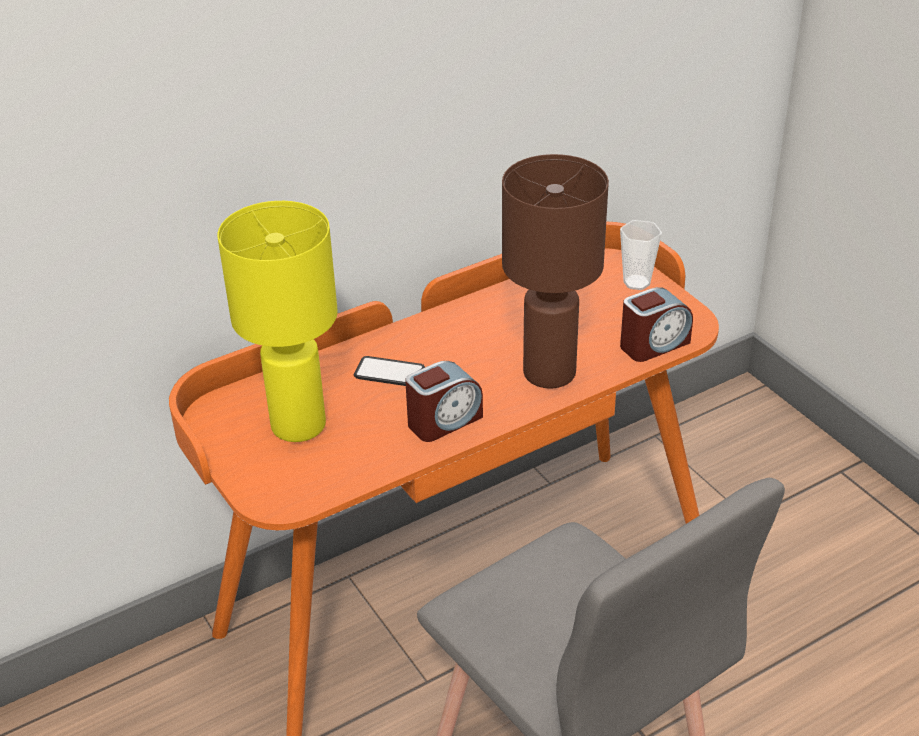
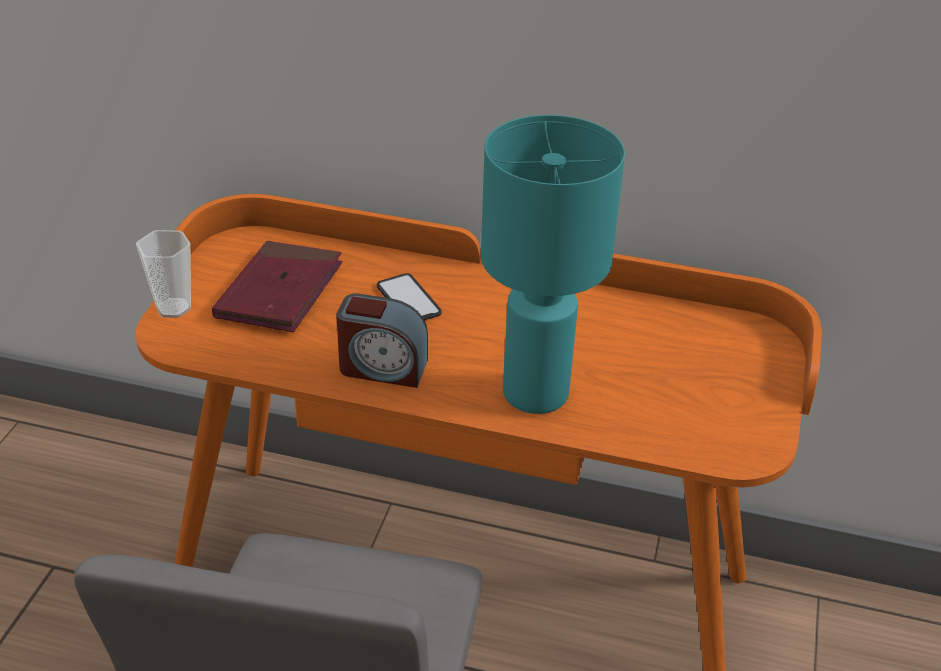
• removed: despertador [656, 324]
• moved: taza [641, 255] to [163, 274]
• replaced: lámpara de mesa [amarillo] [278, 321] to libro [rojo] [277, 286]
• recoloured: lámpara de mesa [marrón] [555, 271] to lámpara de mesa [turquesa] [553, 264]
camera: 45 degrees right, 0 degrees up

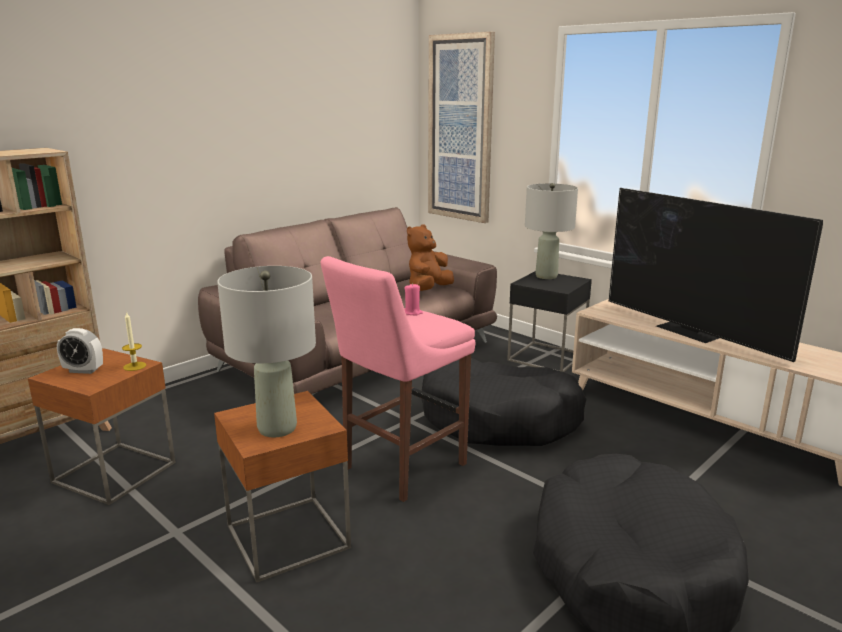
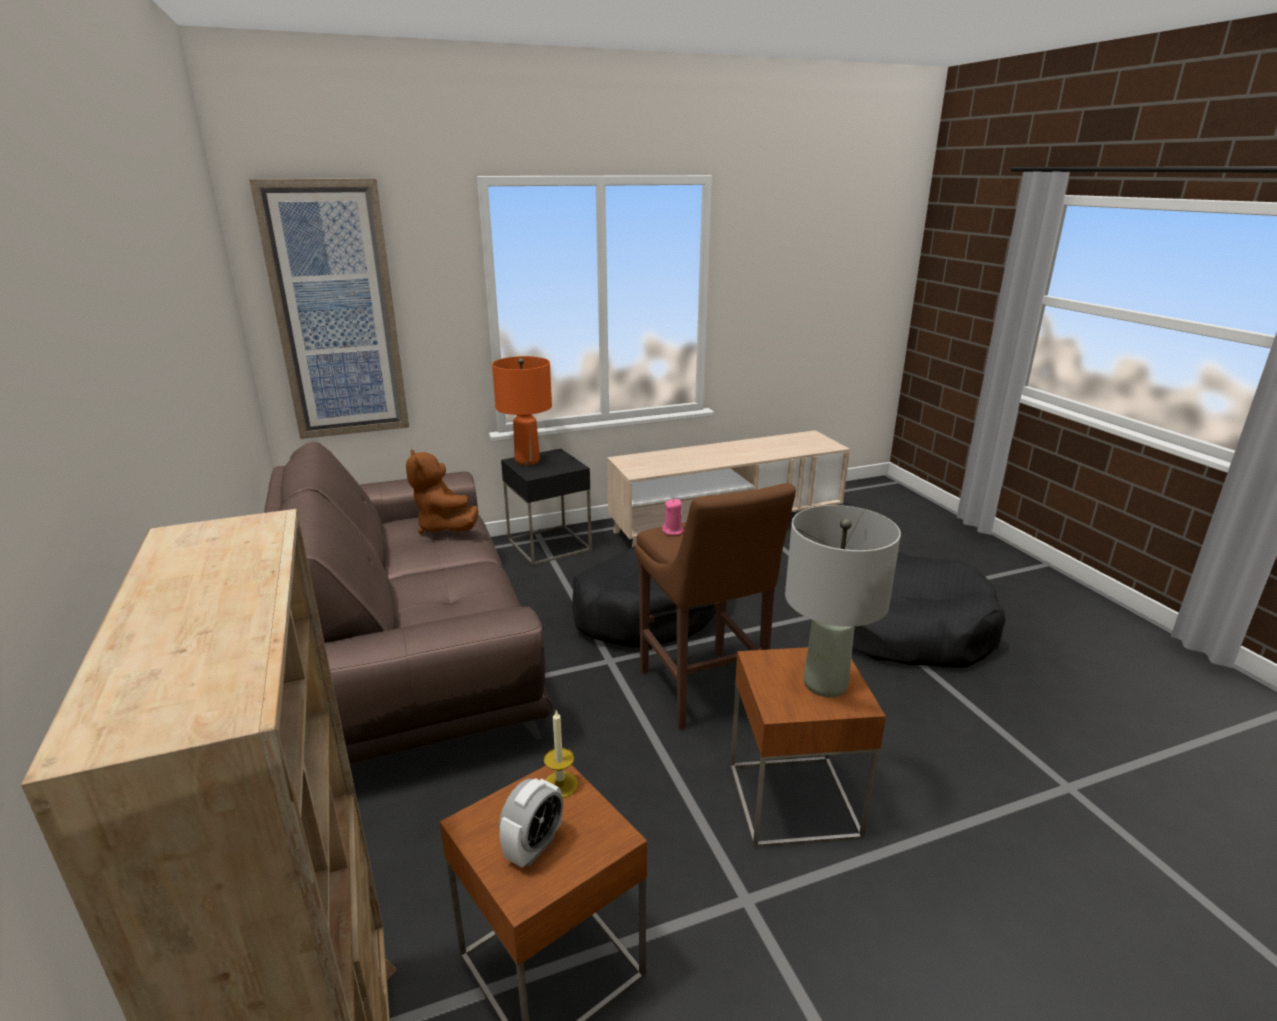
• removed: televisor [716, 275]
• recoloured: taburete [rosa] [398, 379] to taburete [marrón] [715, 606]
• recoloured: lámpara de mesa [gris] [551, 231] to lámpara de mesa [naranja] [522, 411]
camera: 65 degrees left, 5 degrees up

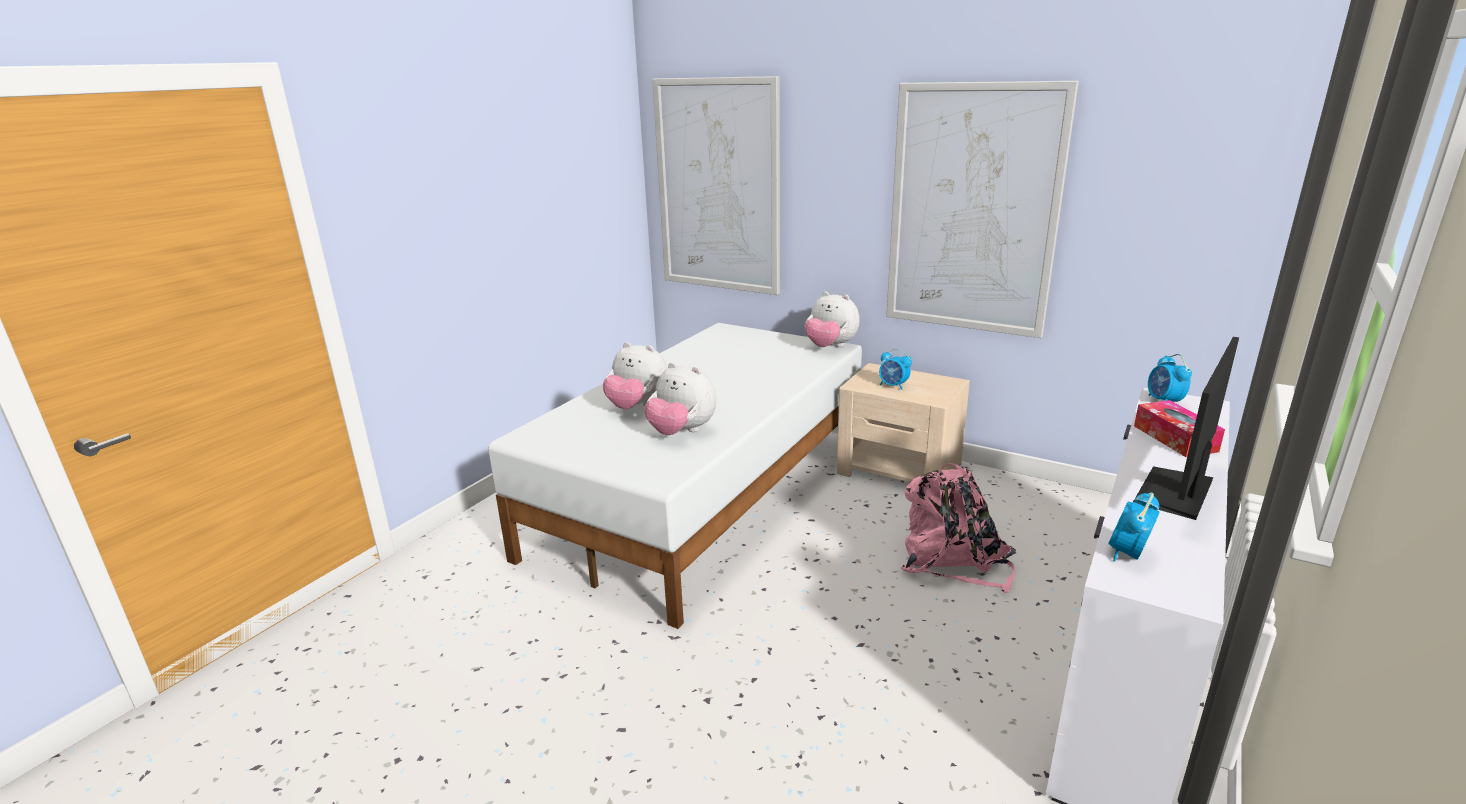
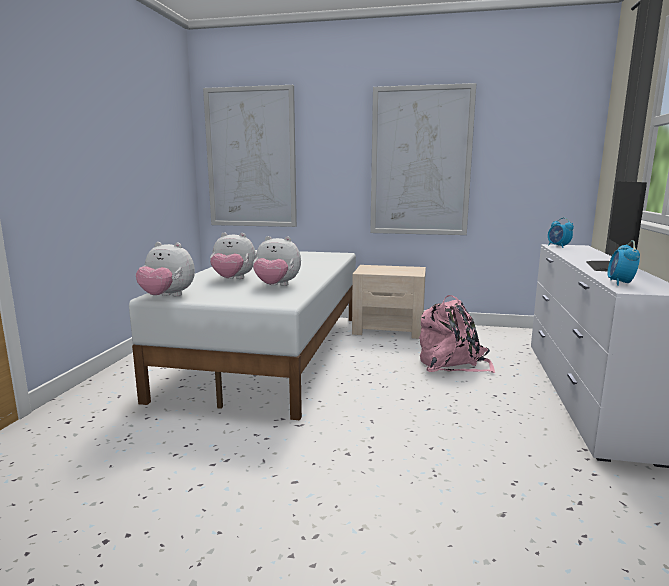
• removed: despertador [895, 369]
• removed: caja de pañuelos [1179, 428]
• moved: peluche [832, 319] to [165, 269]
camera: 20 degrees left, 10 degrees down

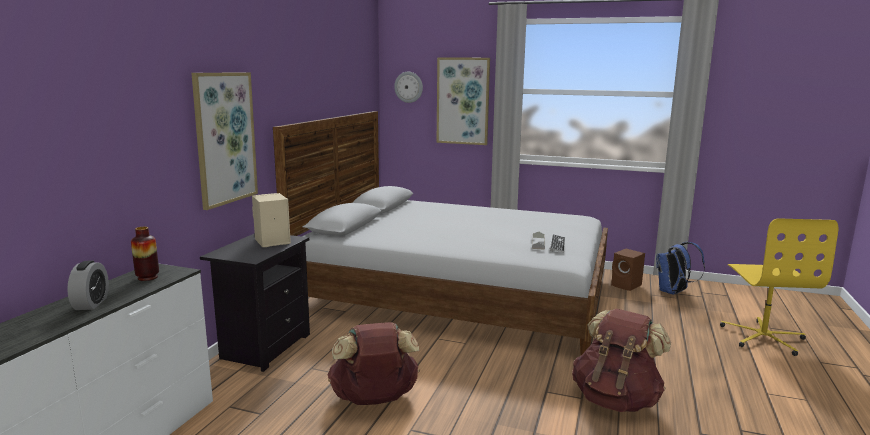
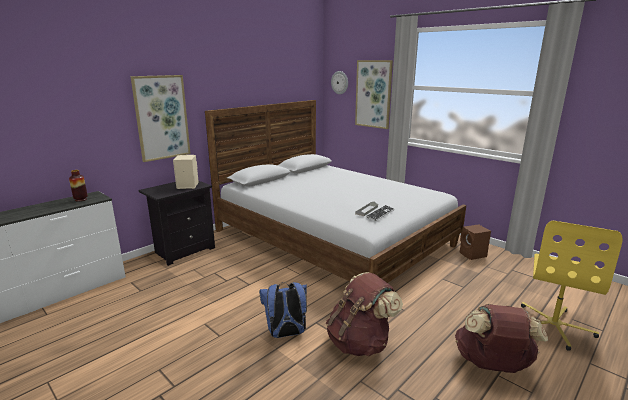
• removed: despertador [88, 285]
• moved: mochila [marrón] [373, 363] to [501, 338]
• moved: mochila [azul] [680, 268] to [283, 310]
camera: 25 degrees right, 5 degrees up

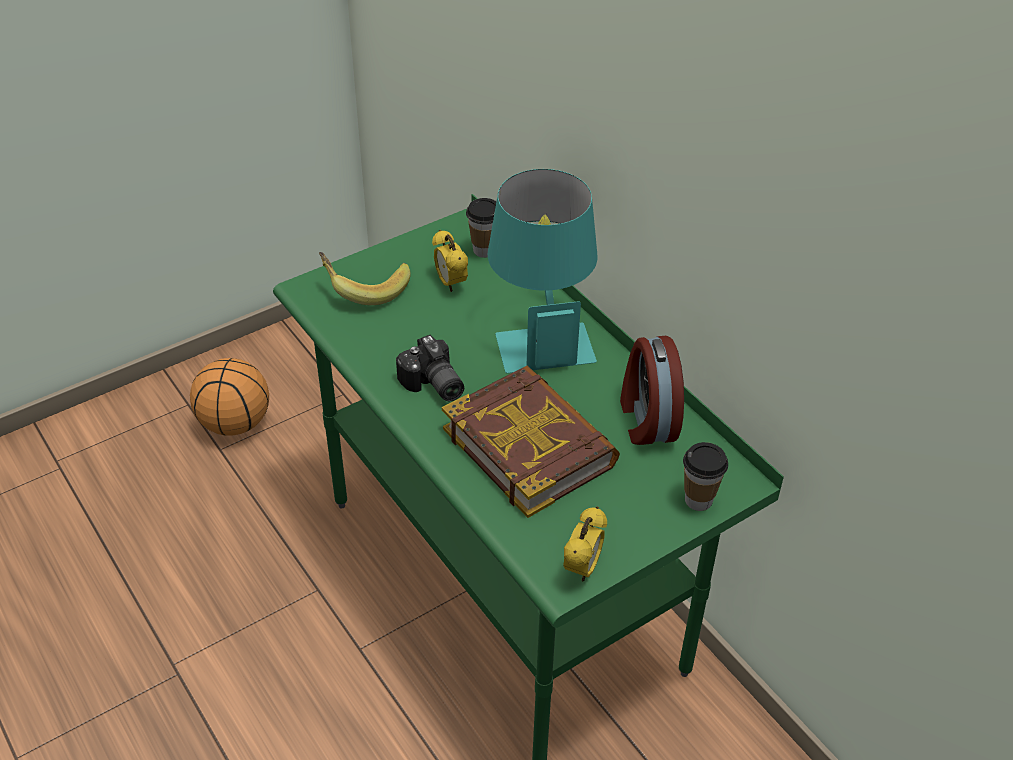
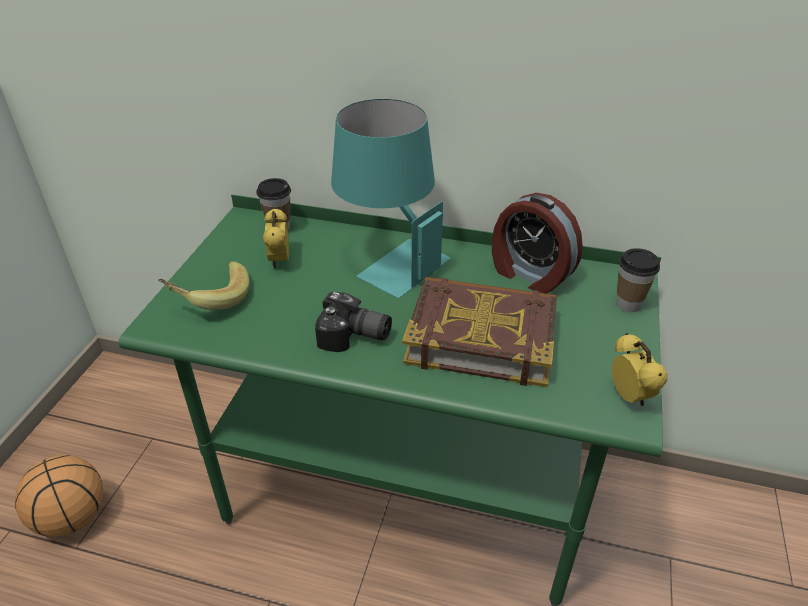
• turned: despertador [450, 261] = [276, 238] 60 degrees clockwise
camera: 40 degrees left, 5 degrees down

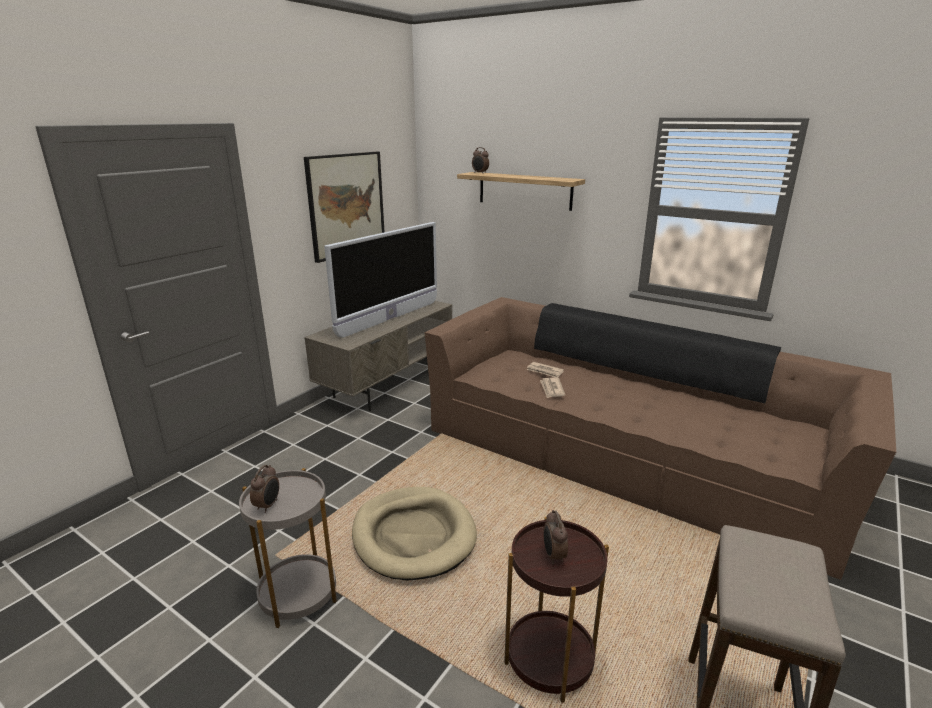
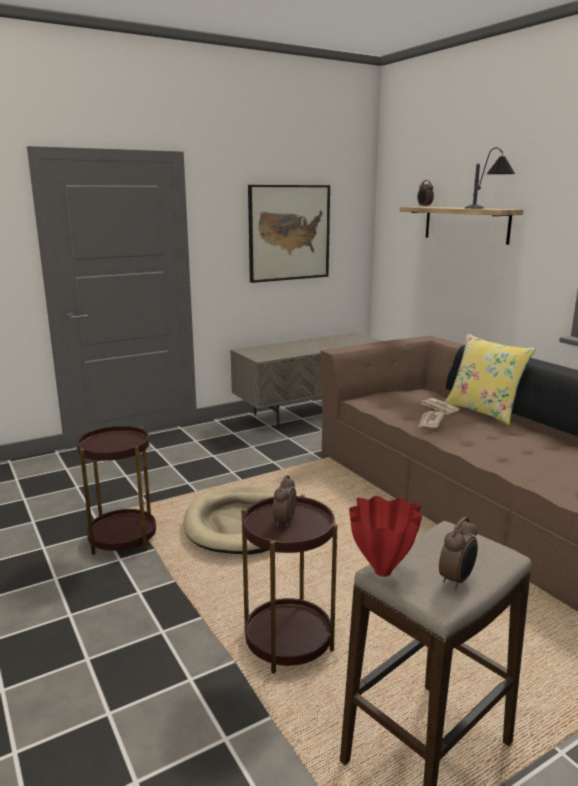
• removed: televisor [380, 280]
• added: florero [rojo] [385, 536]
• added: cojín [amarillo] [490, 379]
• added: lámpara de mesa [490, 178]
• moved: despertador [264, 489] to [458, 553]
• recoloured: mesa auxiliar [gris] [288, 548] to mesa auxiliar [marrón] [116, 490]
camera: 25 degrees right, 5 degrees down

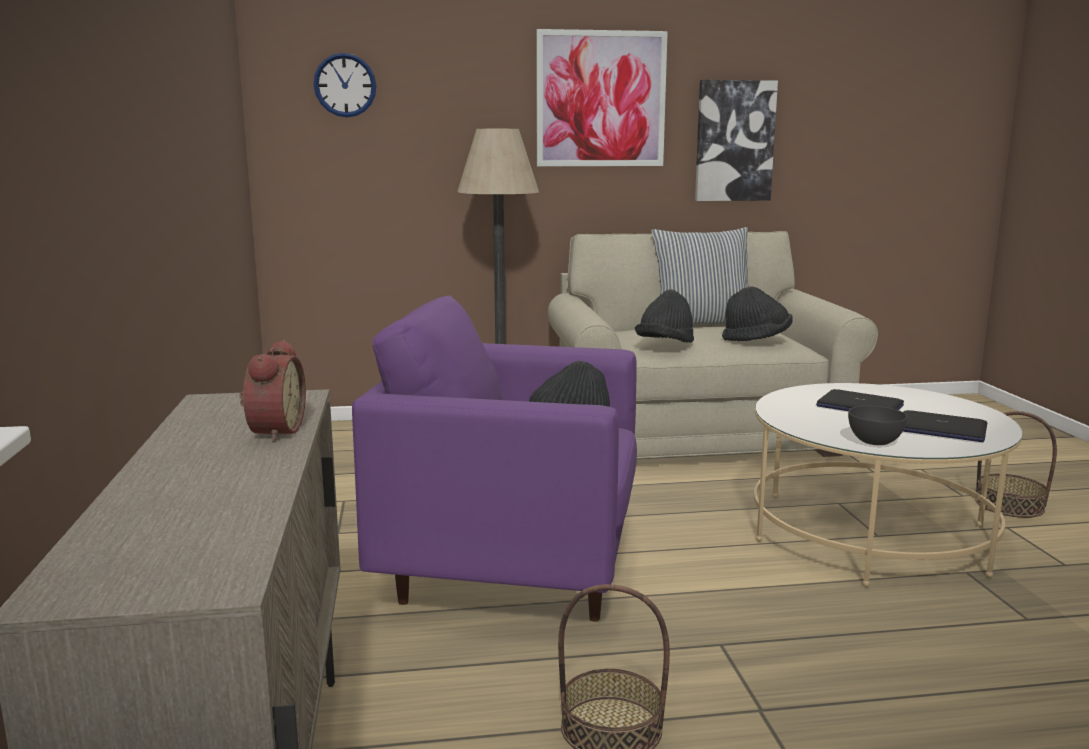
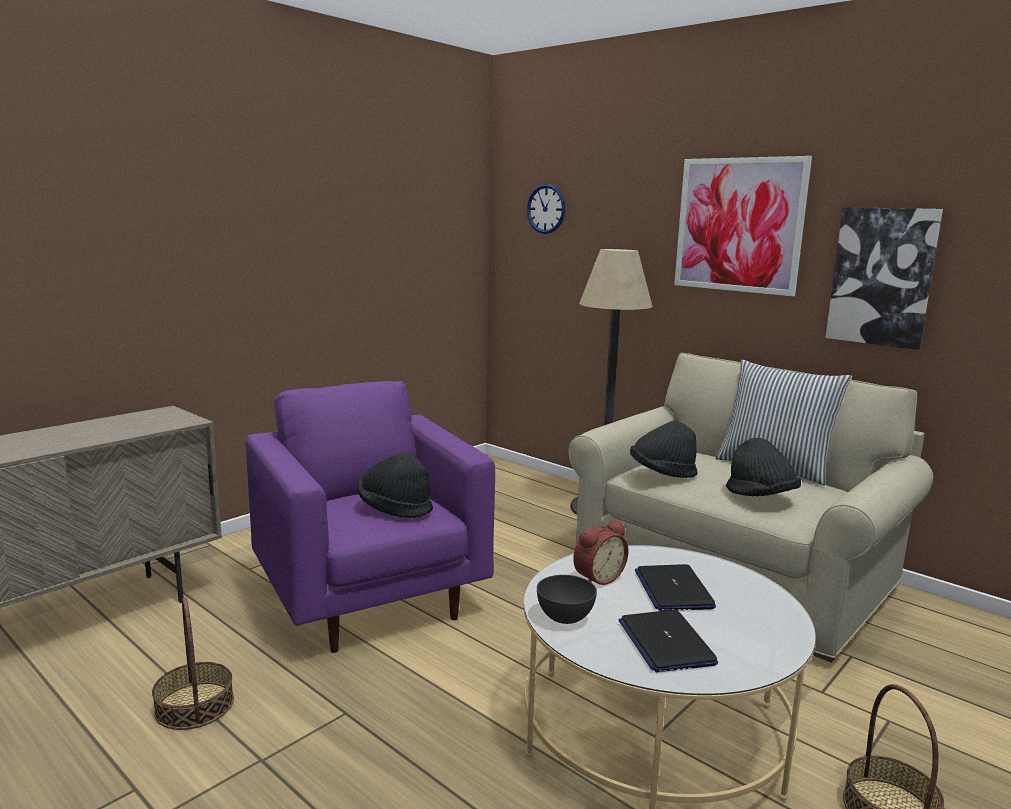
• moved: despertador [272, 391] to [601, 552]
camera: 50 degrees right, 0 degrees up

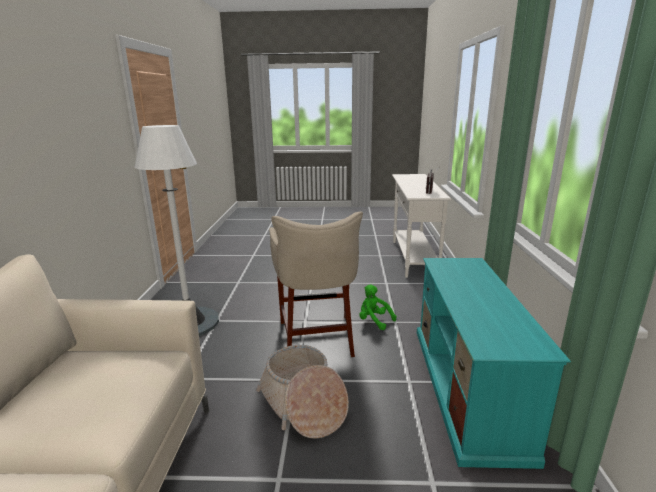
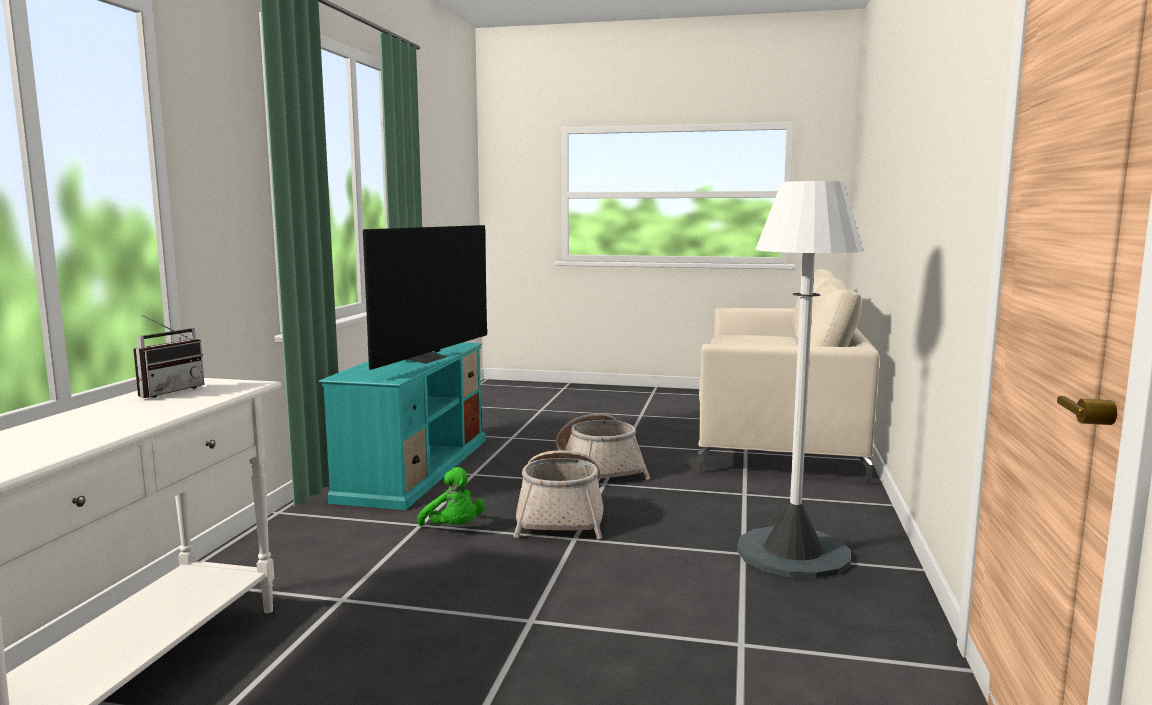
• added: televisor [425, 297]
• replaced: taburete [beis] [316, 284] to cesta [558, 494]
camera: 170 degrees left, 10 degrees down

